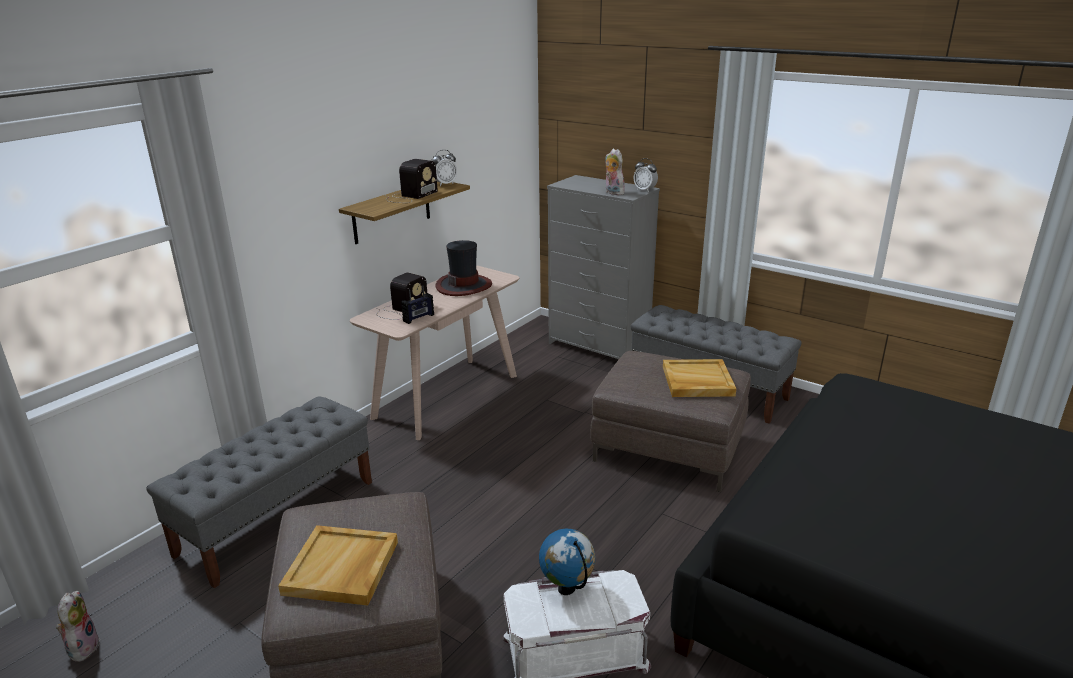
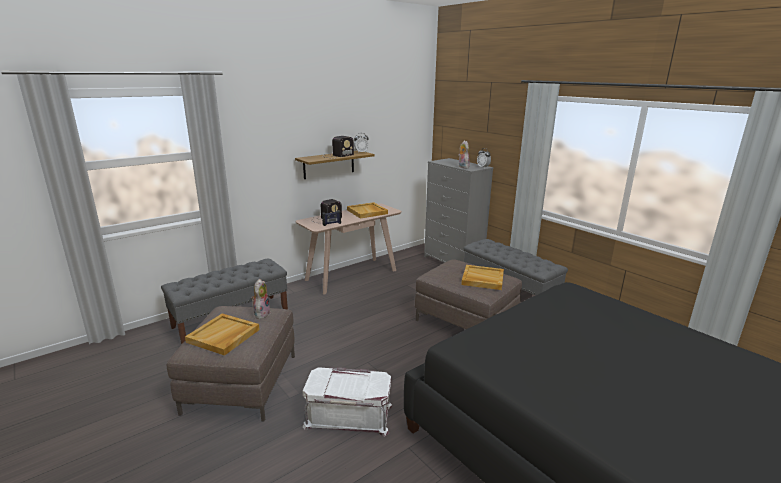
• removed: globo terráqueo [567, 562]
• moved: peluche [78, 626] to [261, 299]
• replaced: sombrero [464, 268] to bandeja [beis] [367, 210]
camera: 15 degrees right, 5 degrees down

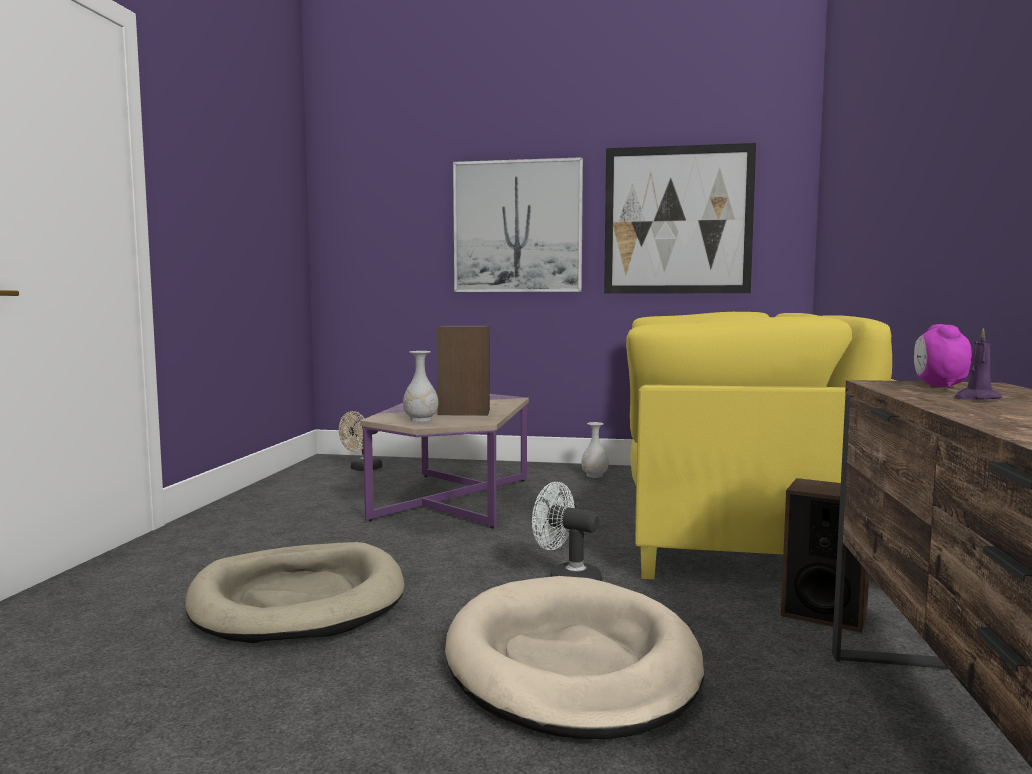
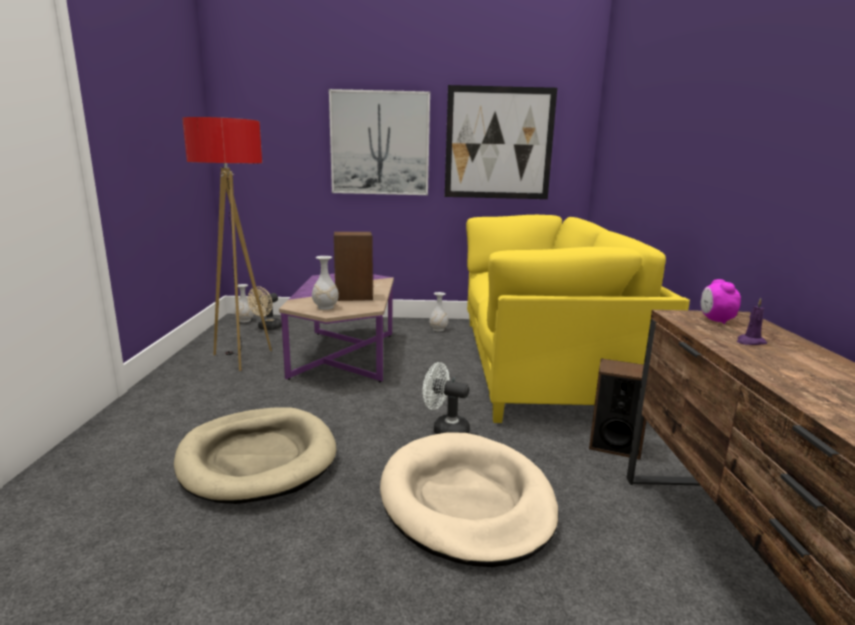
• added: lámpara de pie [227, 244]
• added: florero [blanco] [244, 303]
camera: 10 degrees left, 10 degrees up

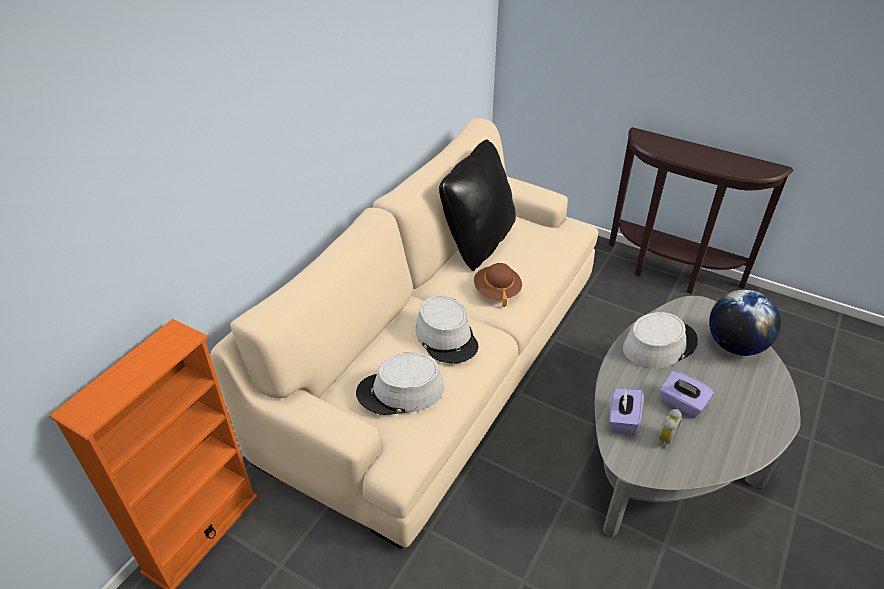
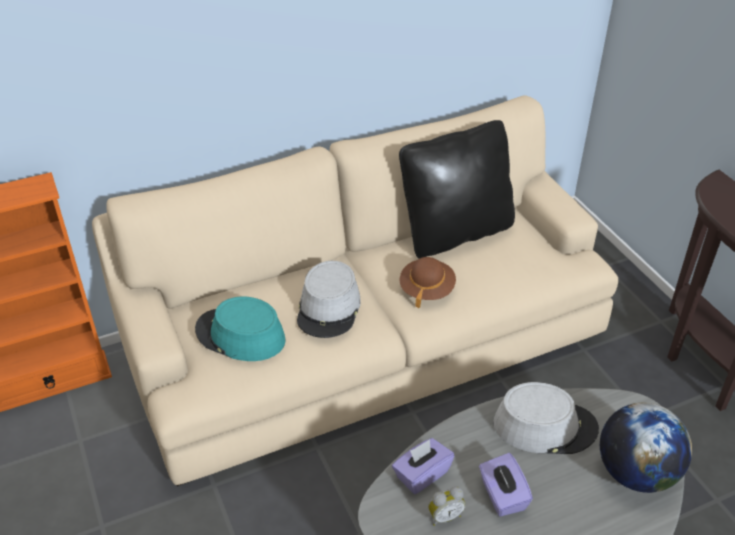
• recoloured: sombrero [gris] [400, 383] to sombrero [turquesa] [240, 329]
camera: 35 degrees right, 0 degrees up

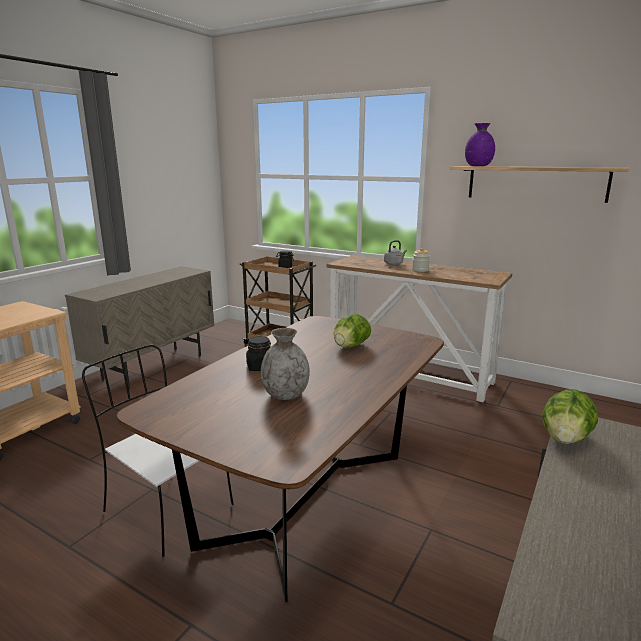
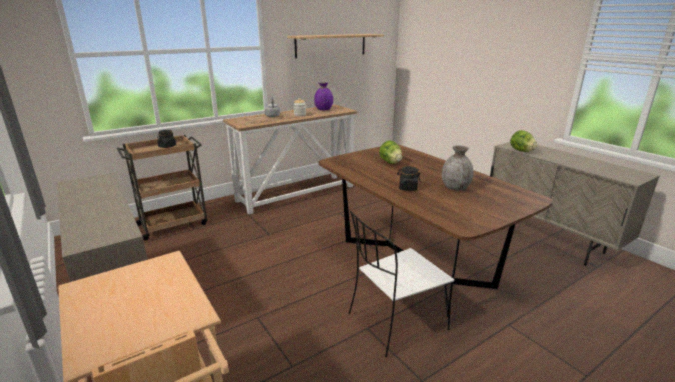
• moved: florero [morado] [480, 144] to [323, 96]
camera: 65 degrees left, 5 degrees up

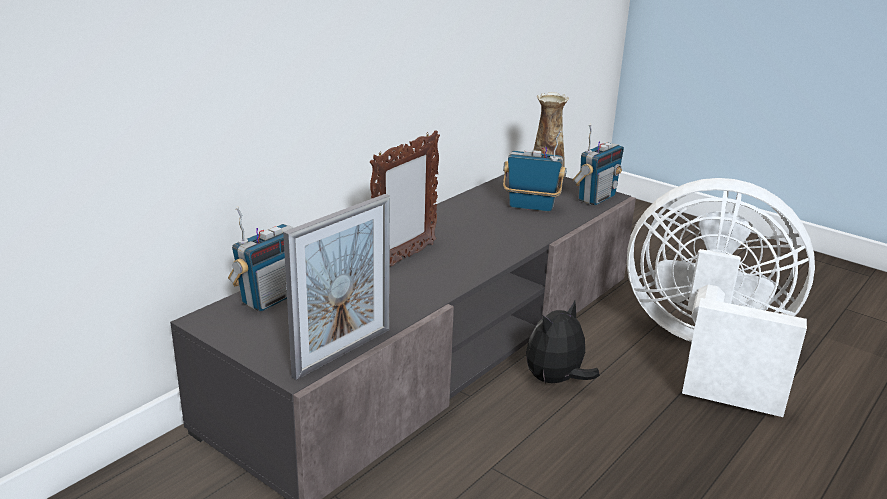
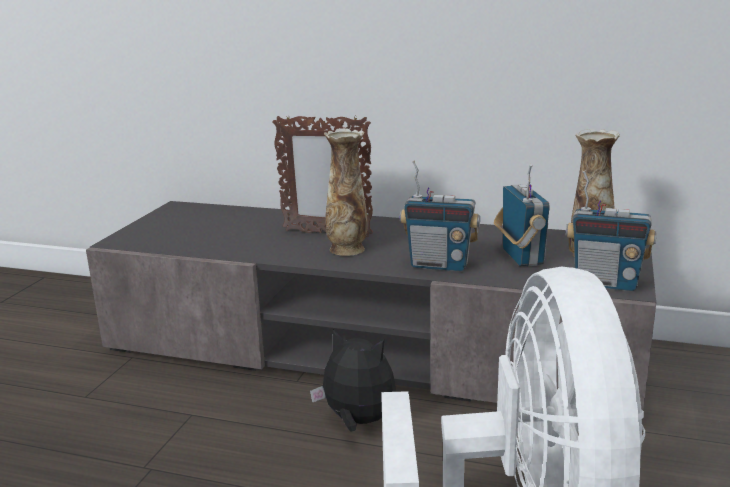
• removed: portarretratos [336, 287]
• added: florero [346, 192]
• moved: radio [261, 259] to [440, 215]
camera: 70 degrees right, 5 degrees down

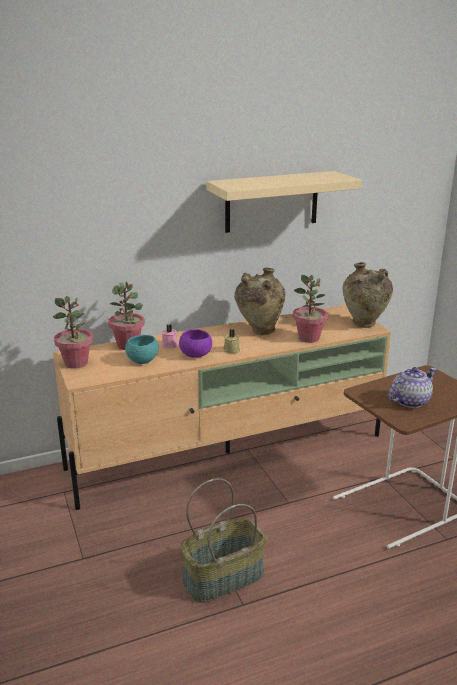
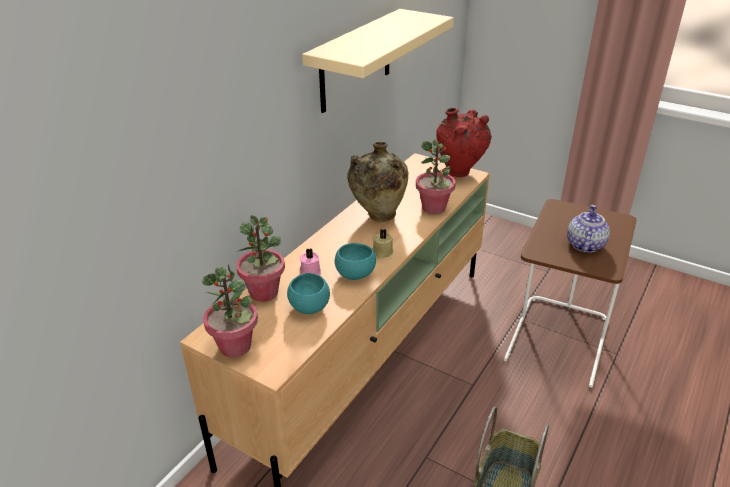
• recoloured: cuenco [morado] [195, 343] to cuenco [turquesa] [355, 261]
• recoloured: florero [beis] [368, 295] to florero [rojo] [464, 142]
camera: 35 degrees left, 10 degrees up

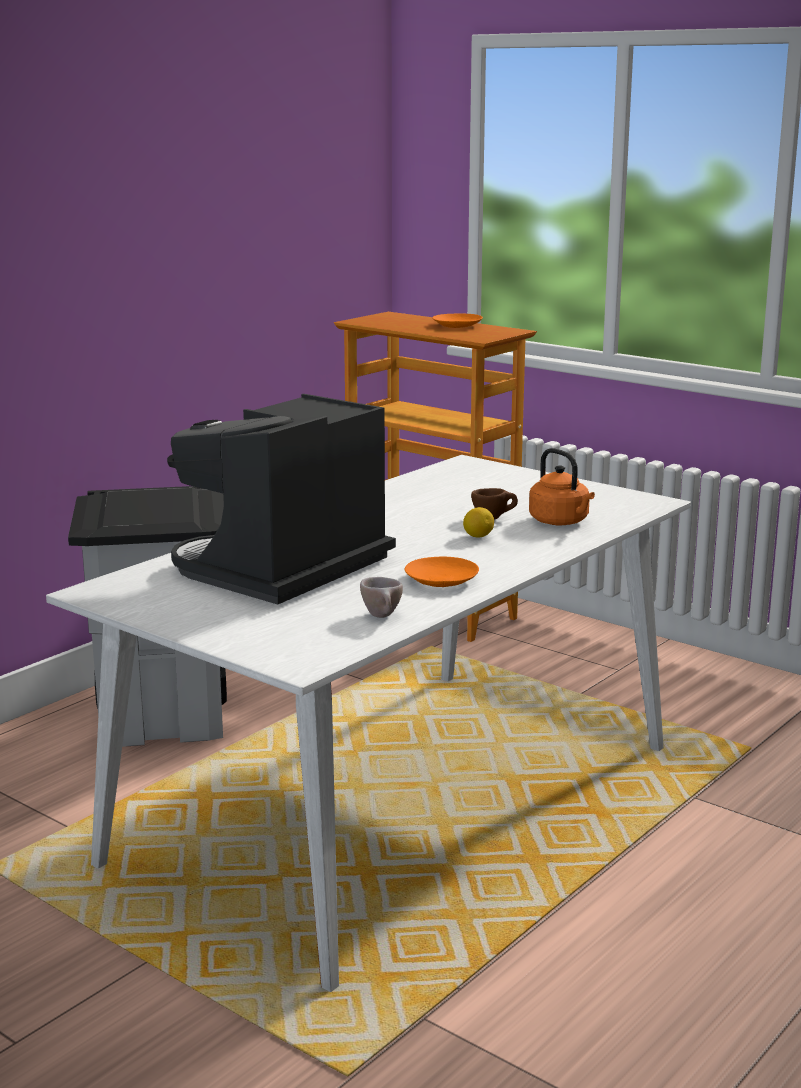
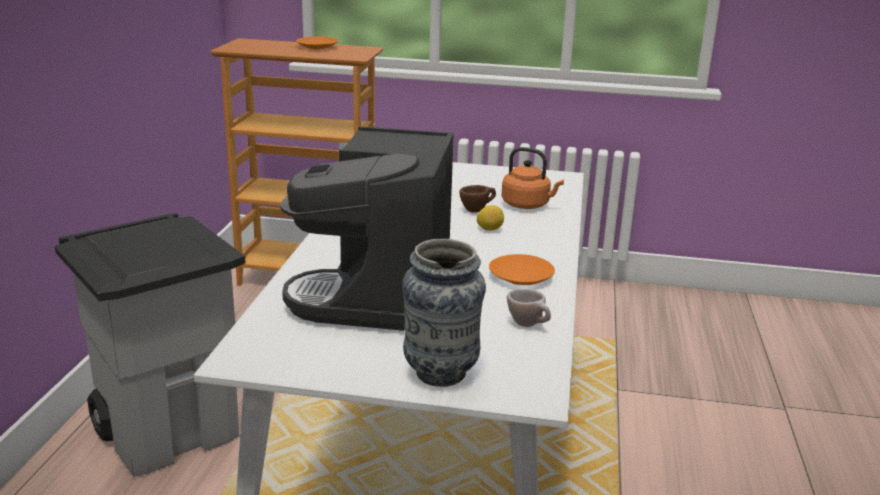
• added: florero [444, 313]
camera: 30 degrees left, 5 degrees up

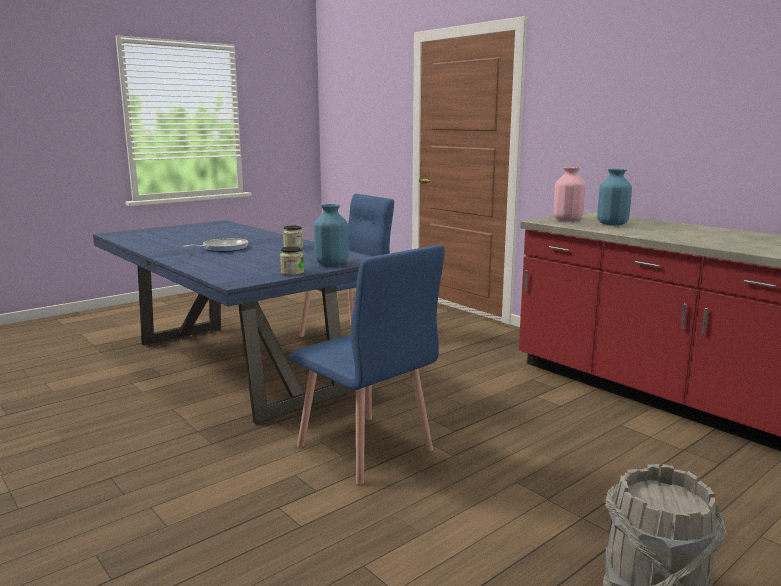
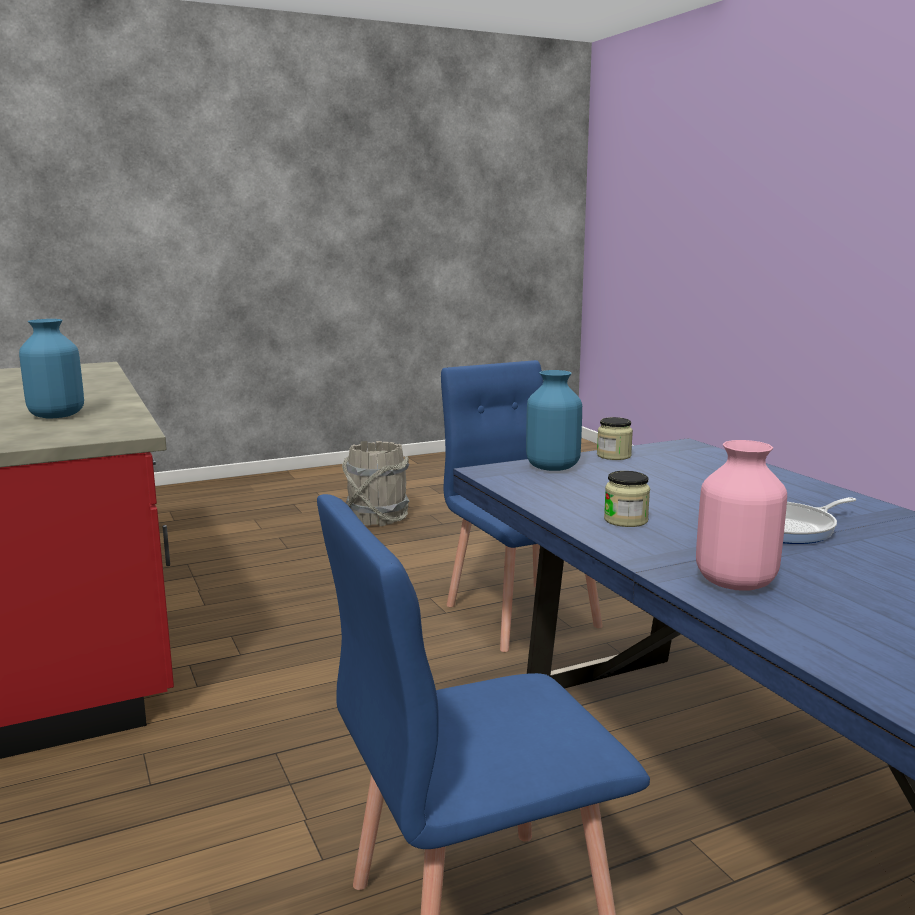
• moved: florero [rosa] [569, 194] to [741, 515]
camera: 165 degrees left, 0 degrees up

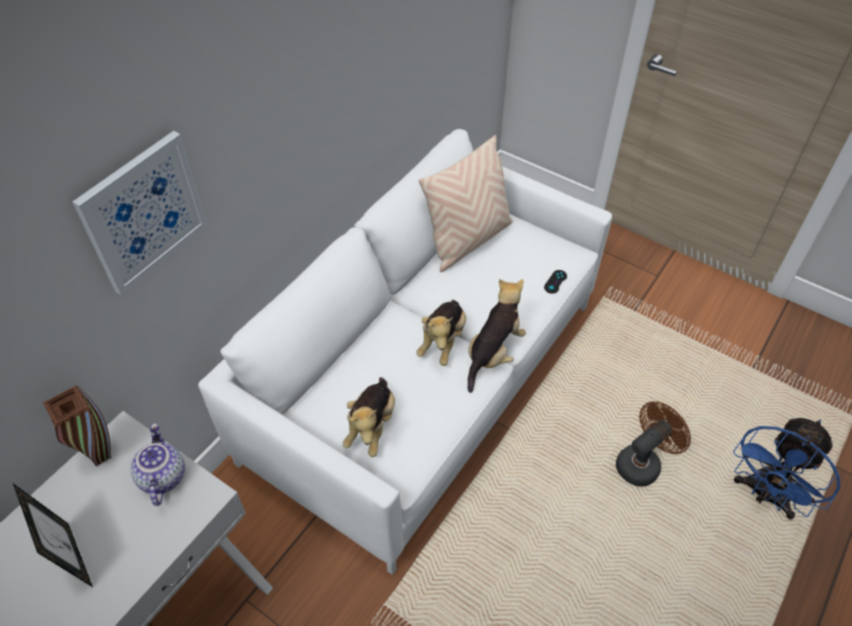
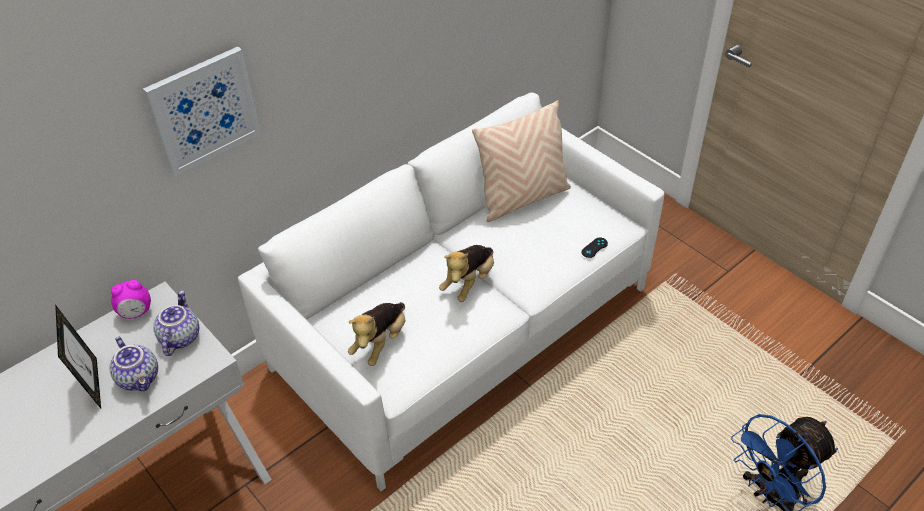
• removed: peluche [497, 336]
• removed: ventilador [marrón] [653, 444]
• added: tetera [133, 363]
• replaced: florero [marrón] [77, 425] to despertador [131, 299]
camera: 15 degrees right, 5 degrees down

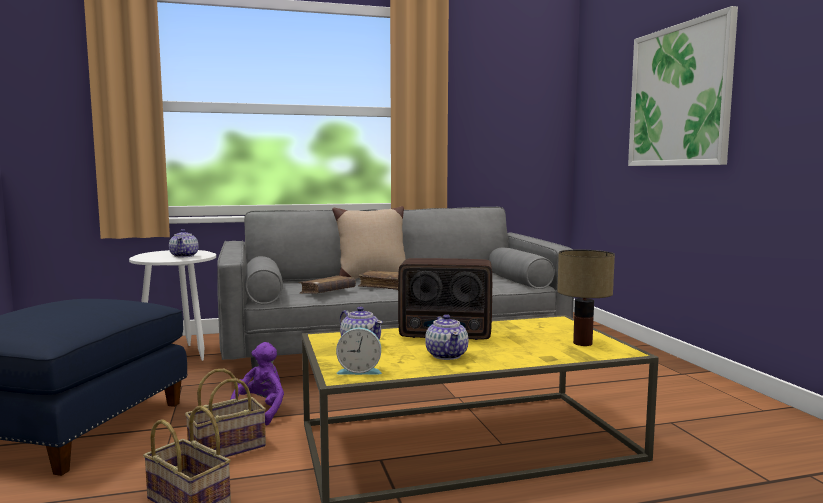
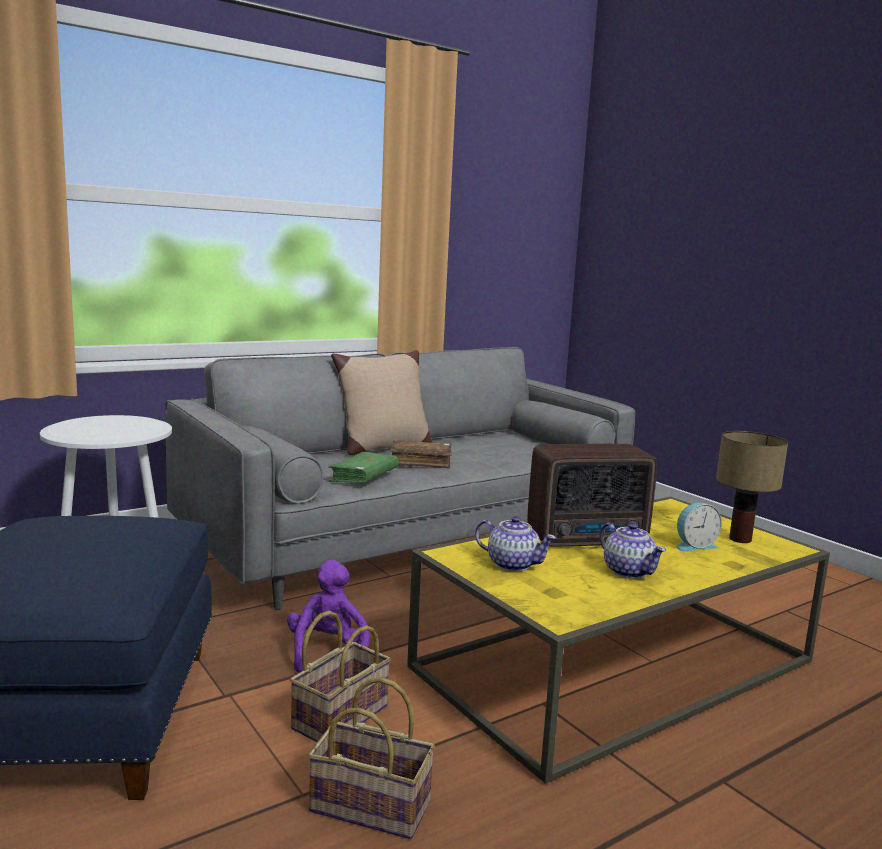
• removed: tetera [184, 243]
• removed: cuadro [683, 86]
• moved: despertador [359, 351] to [699, 527]
• recoloured: libro [marrón] [327, 284] to libro [verde] [363, 467]
camera: 20 degrees left, 5 degrees up

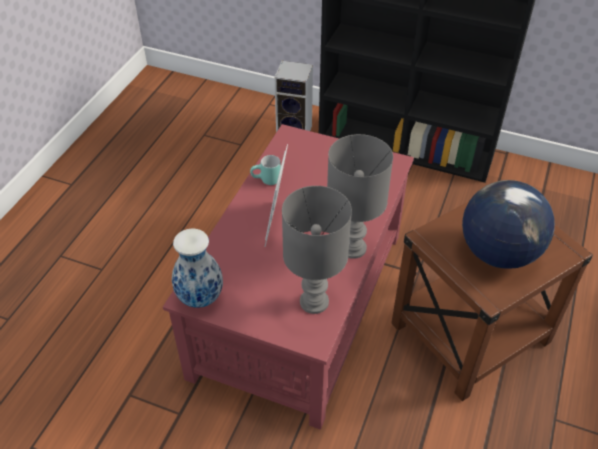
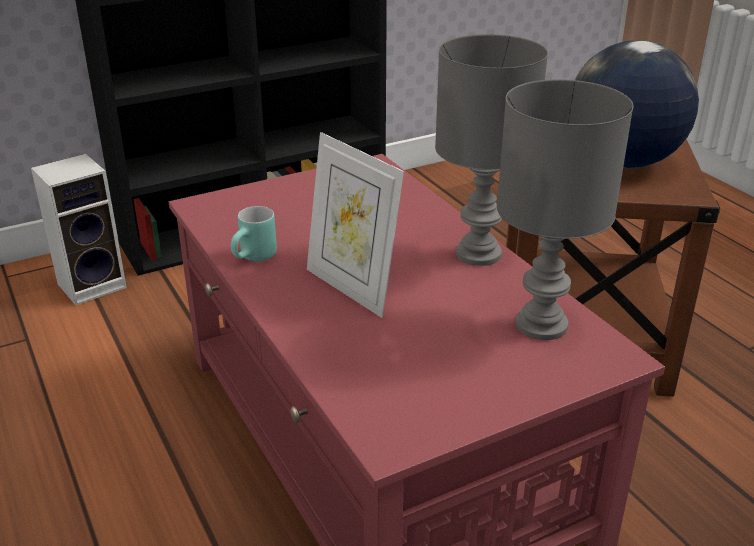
• removed: florero [197, 268]
camera: 50 degrees left, 15 degrees down

